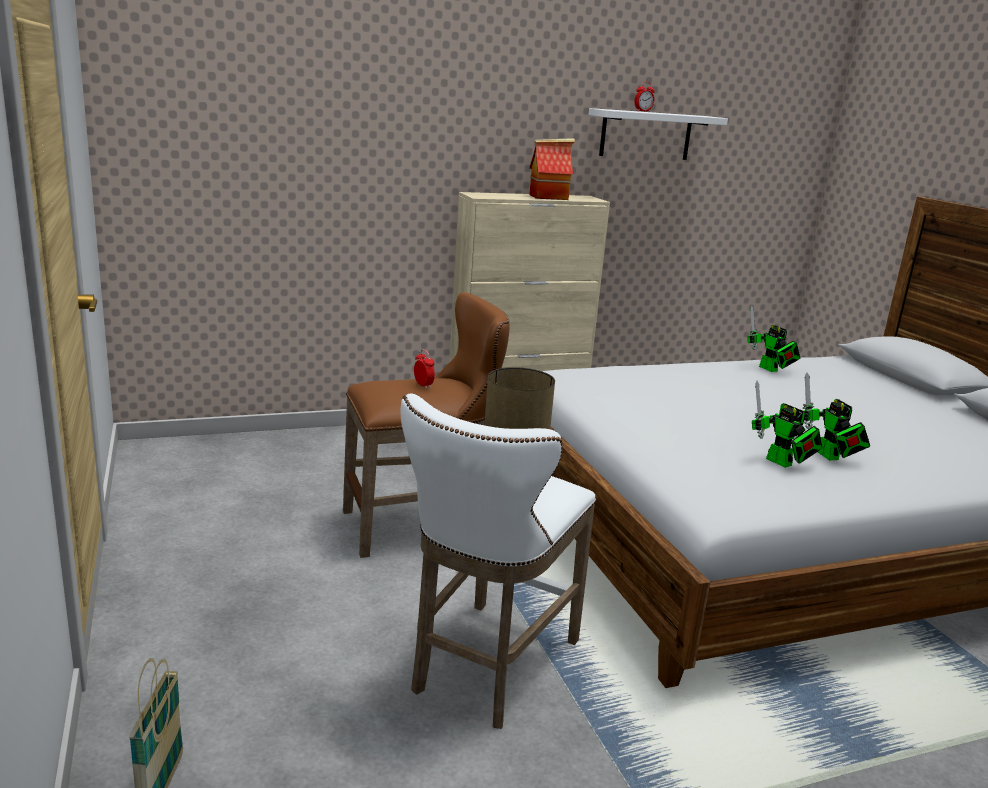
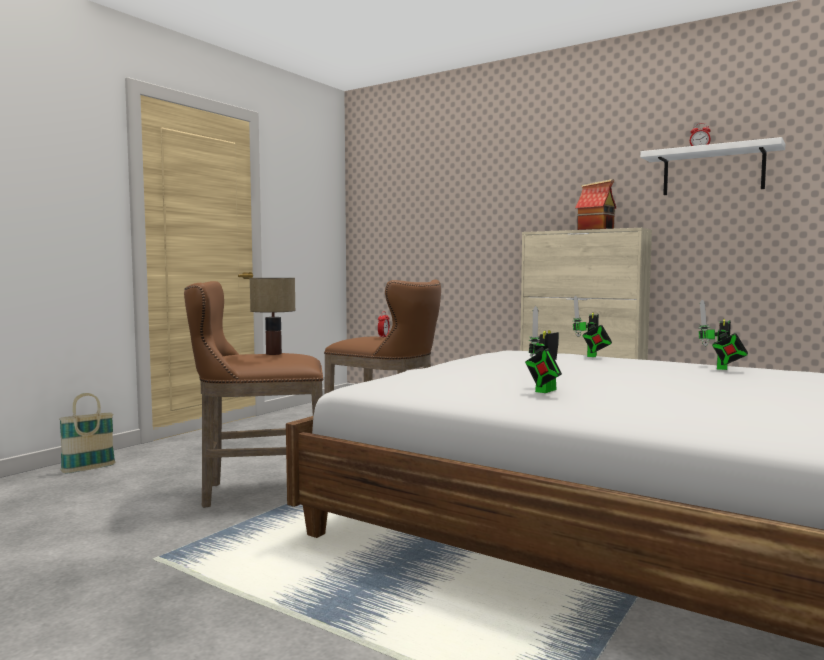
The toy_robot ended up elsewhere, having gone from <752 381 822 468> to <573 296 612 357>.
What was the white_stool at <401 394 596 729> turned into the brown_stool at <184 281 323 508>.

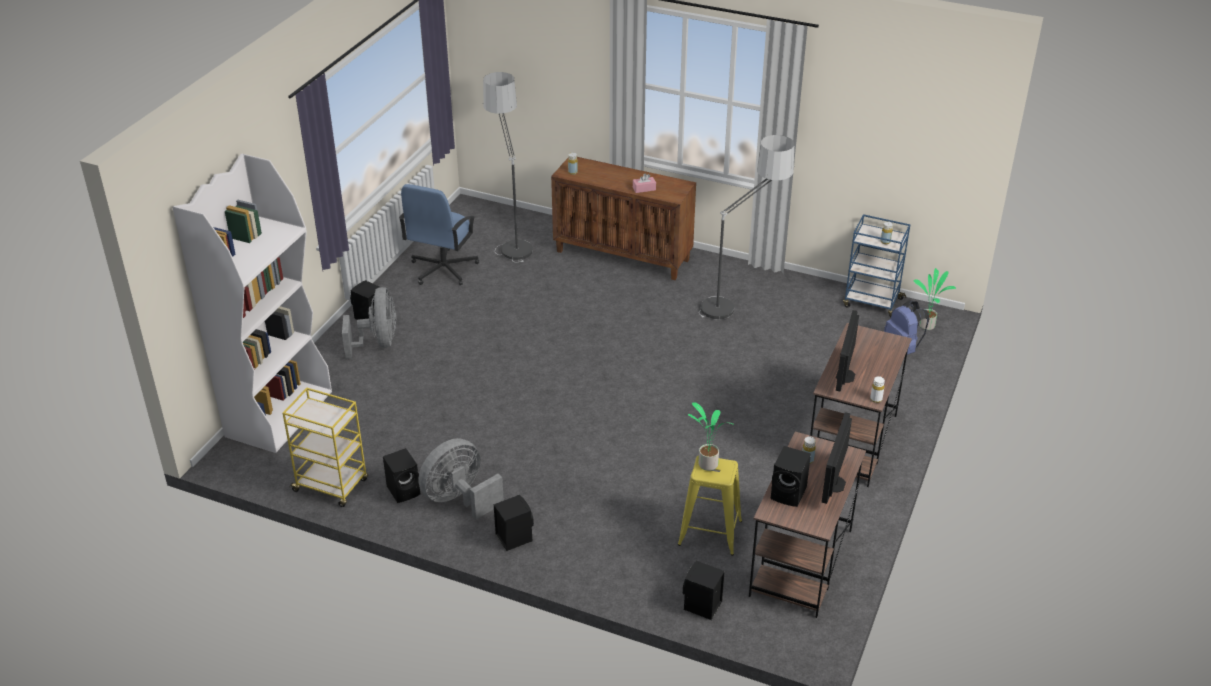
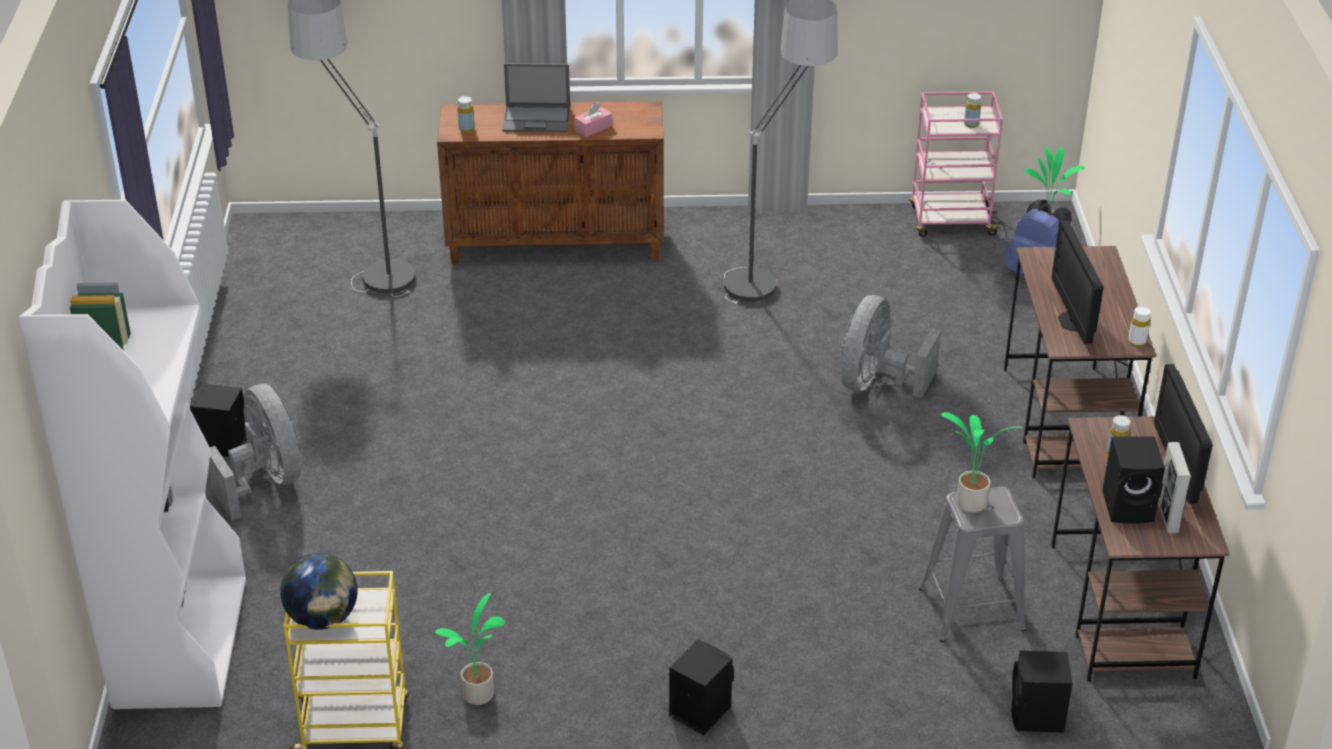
The second view lost the blue_office_chair at <399 184 479 285>.
The second view gained the globe at <280 553 358 630>.
The second view gained the laptop at <502 63 570 132>.
The second view gained the picture_frame at <1158 442 1191 533>.
The grey_fan ended up elsewhere, having gone from <418 438 504 519> to <840 295 941 398>.
Where the black_speaker stood at <383 448 420 503>, the potted_plant came to stand at <435 593 505 705>.
What was the yellow_stool at <678 455 742 556> turned into the grey_stool at <919 487 1026 642>.
What was the blue_cart at <843 214 910 317> turned into the pink_cart at <910 91 1003 237>.

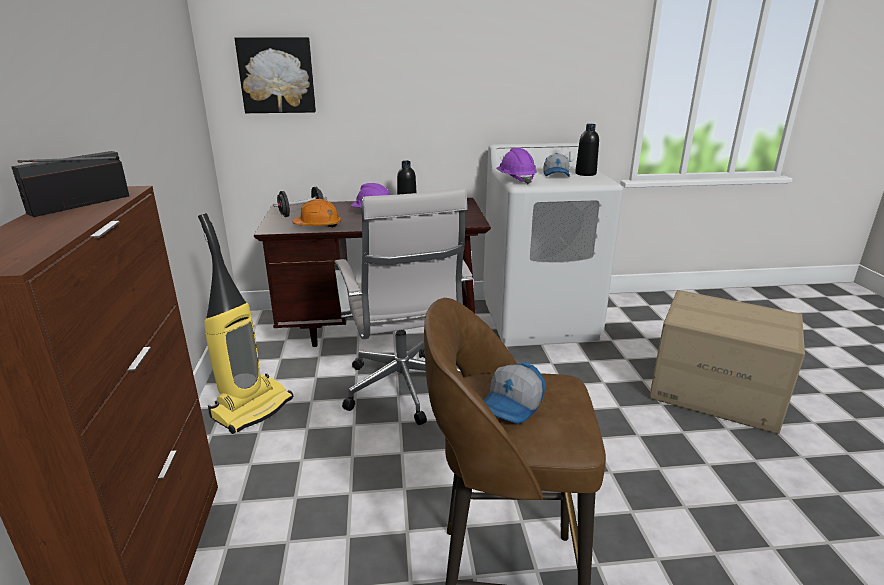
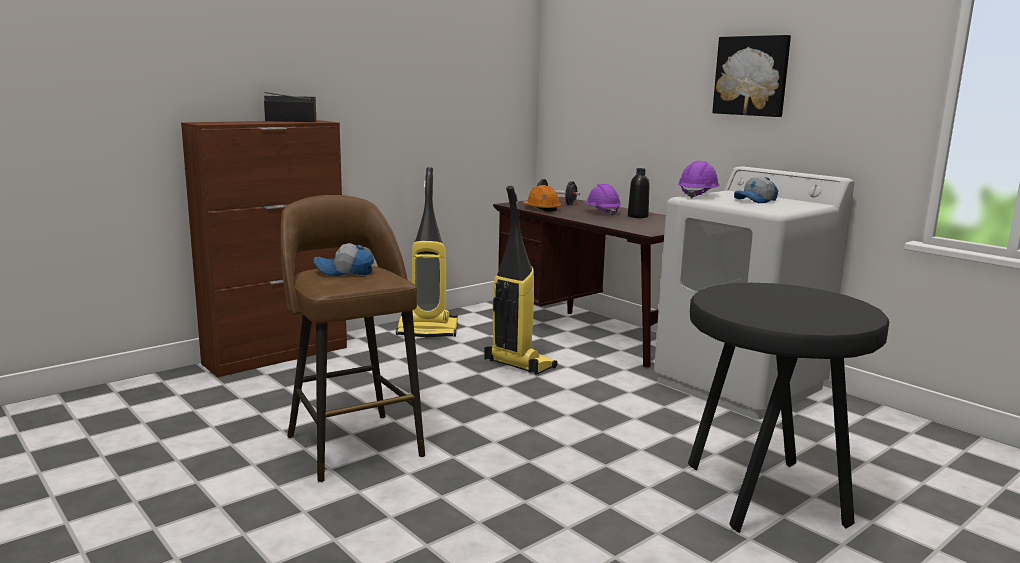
The second view lost the black_bottle at <575 124 599 176>.
The picture ended up elsewhere, having gone from <235 37 316 113> to <712 35 791 117>.
Where the white_office_chair stood at <335 188 473 425>, the vacuum_cleaner came to stand at <484 186 558 375>.
Where the cardboard_box stood at <649 290 805 434>, the black_stool came to stand at <688 283 889 533>.

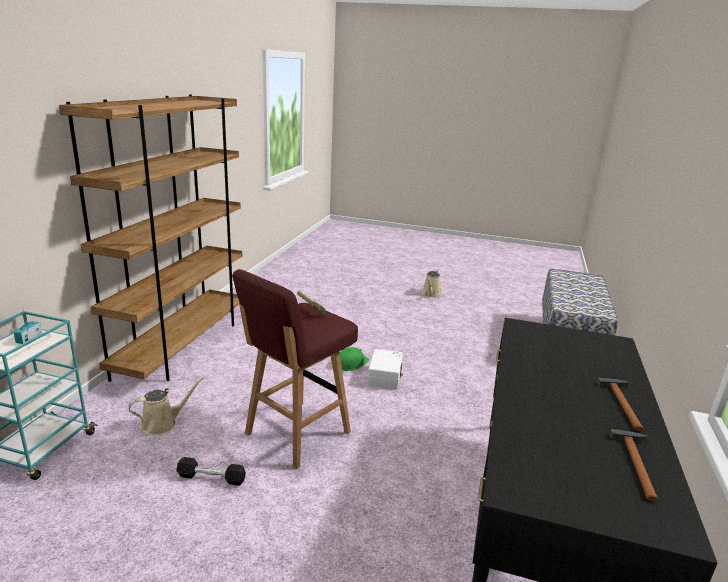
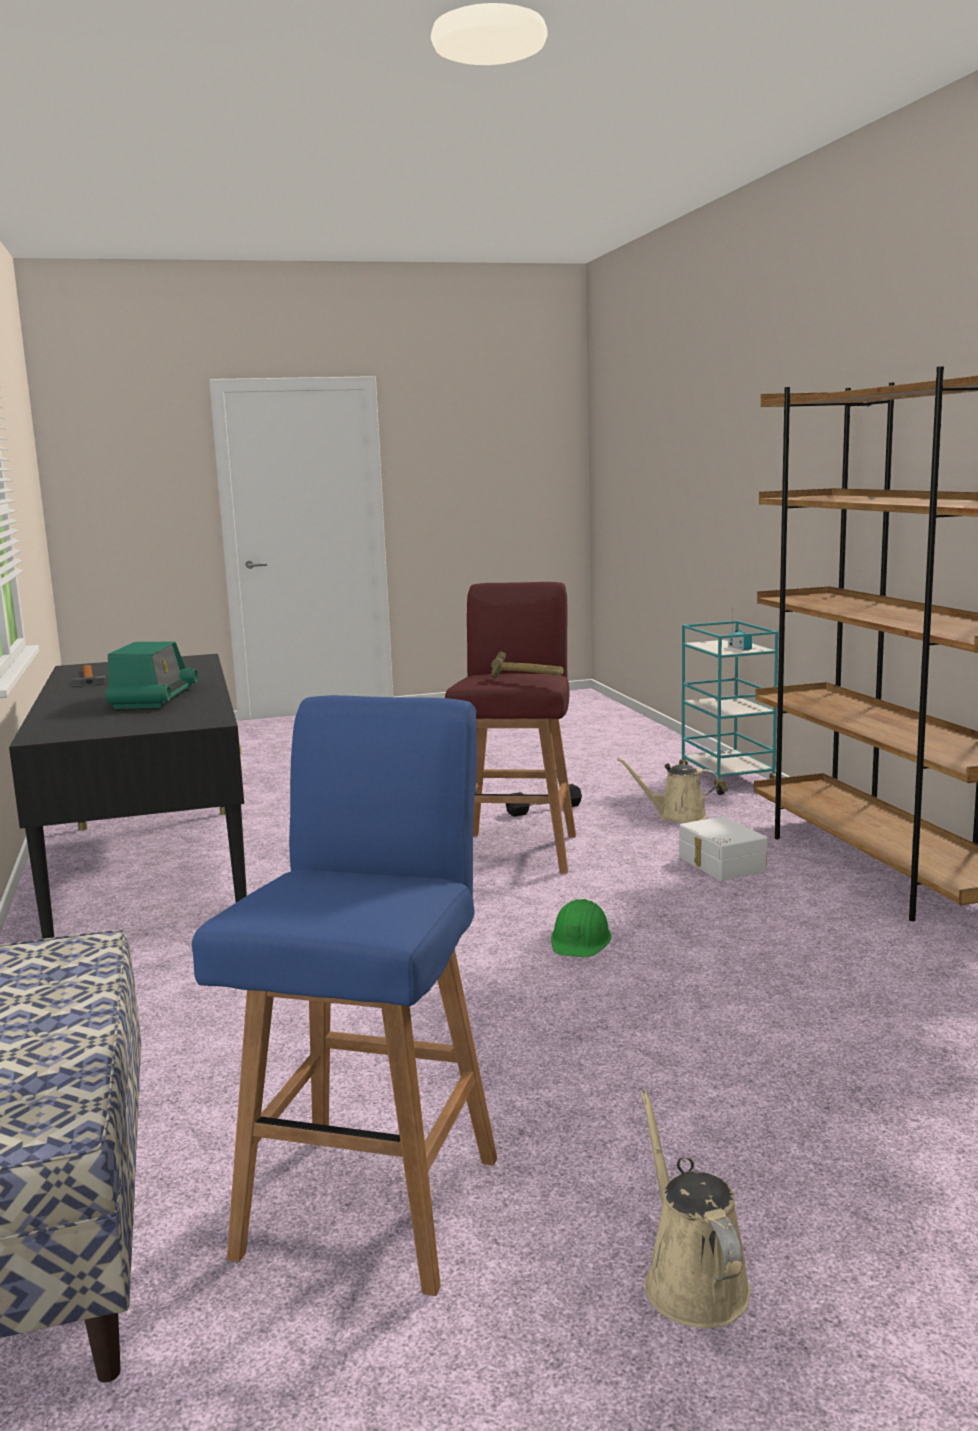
The second view lost the hammer at <598 378 644 431>.
The second view gained the radio at <106 641 198 709>.
The second view gained the blue_stool at <192 695 497 1296>.
The white_storage_box ended up elsewhere, having gone from <368 349 403 390> to <679 816 768 881>.
The beige_watering_can at <128 377 204 435> ended up facing another way, 75 degrees clockwise from before.

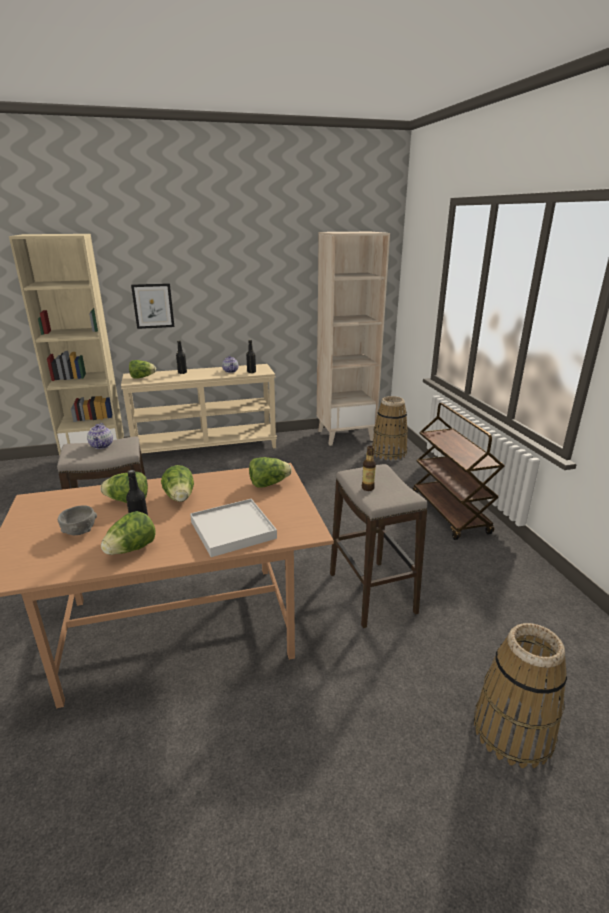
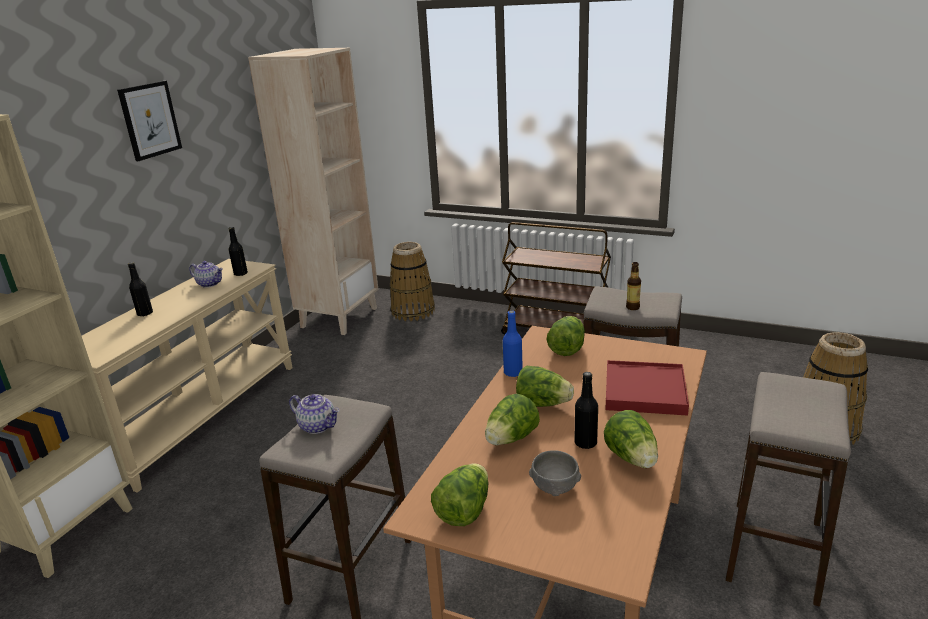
The second view gained the blue_bottle at <503 310 523 377>.
The second view gained the stool at <726 372 851 607>.
The lettuce ended up elsewhere, having gone from <129 360 156 379> to <431 463 489 526>.
The picture ended up elsewhere, having gone from <131 283 175 329> to <117 81 182 161>.
What was the white_tray at <190 499 277 557> turned into the red_tray at <605 360 689 416>.

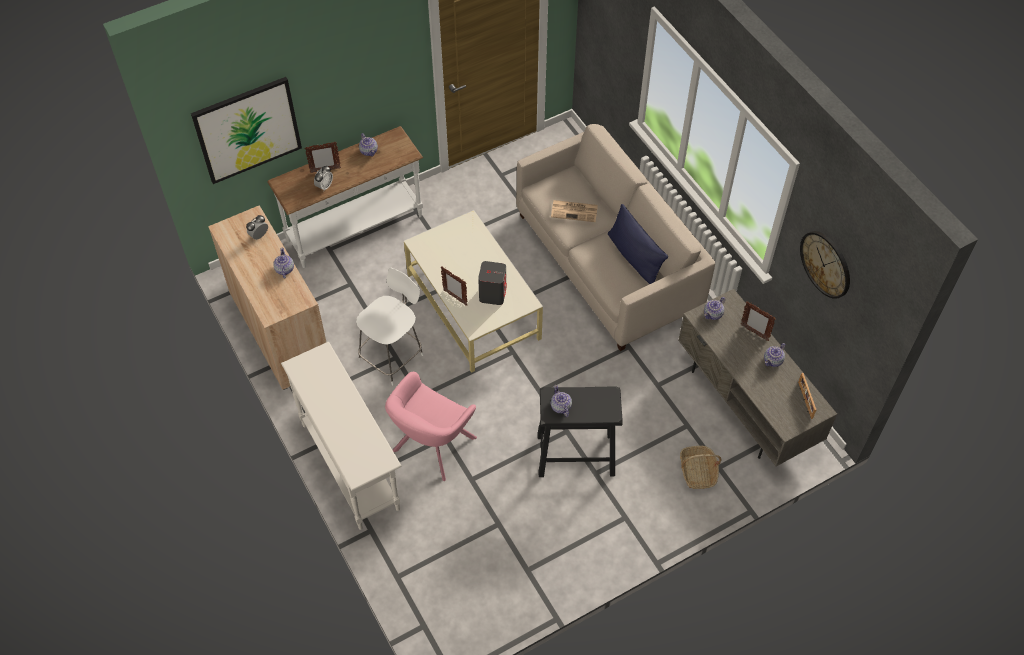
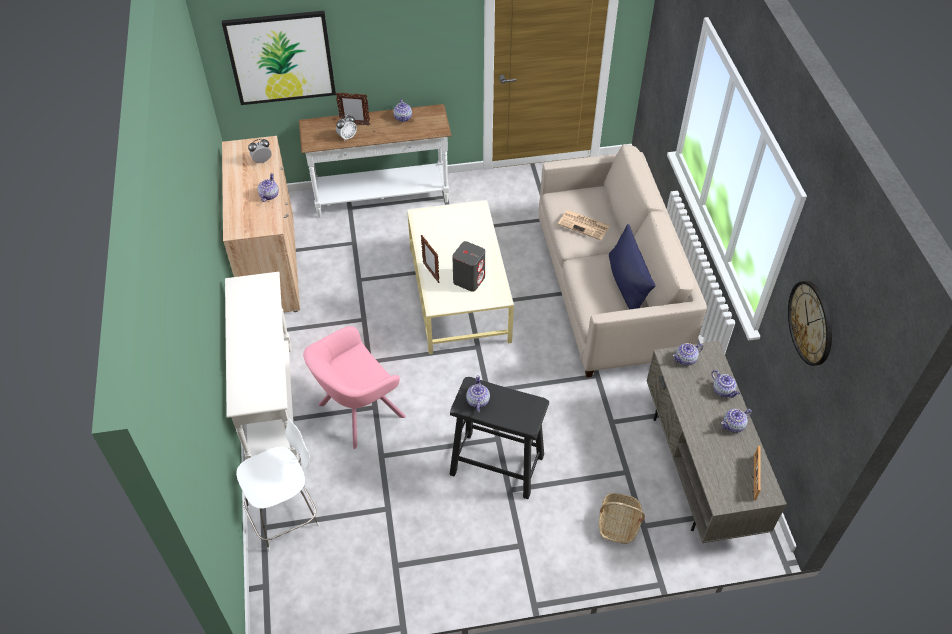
The white_stool ended up elsewhere, having gone from <356 268 424 386> to <236 418 319 551>.
Where the picture_frame stood at <741 301 776 341>, the teapot came to stand at <712 370 740 398>.

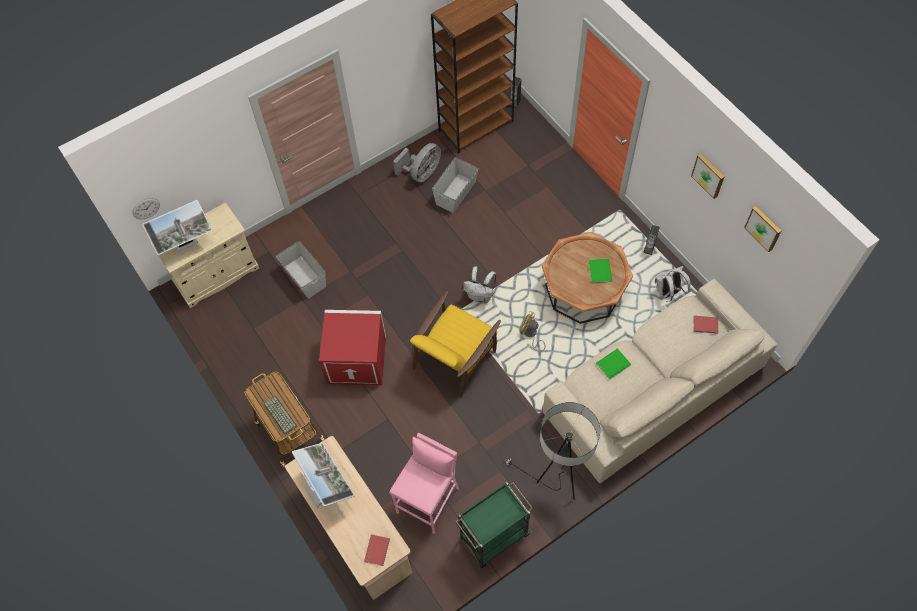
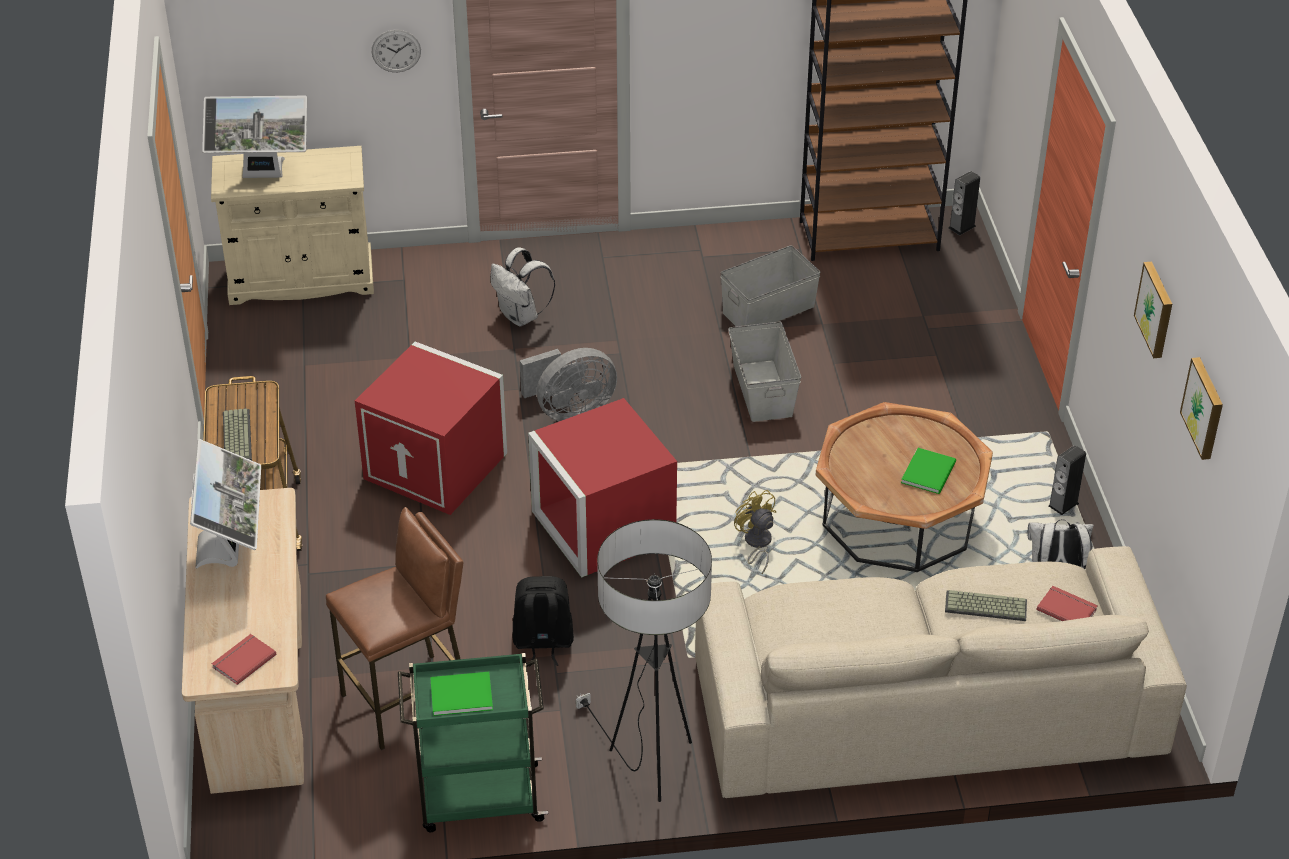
The second view gained the black_backpack at <512 576 574 667>.
The second view gained the keyboard at <945 590 1027 621>.
The wall_clock ended up elsewhere, having gone from <132 198 160 219> to <372 30 421 72>.
The grey_storage_box ended up elsewhere, having gone from <276 241 326 298> to <729 322 801 422>.
The grey_fan ended up elsewhere, having gone from <393 143 441 182> to <520 348 617 421>.
The white_backpack ended up elsewhere, having gone from <463 266 497 304> to <490 247 555 326>.
The green_book ended up elsewhere, having gone from <596 348 631 380> to <430 672 493 716>.
Where the yellow_armchair stood at <410 291 501 398>, the red_storage_box came to stand at <528 398 677 578>.
What was the pink_stool at <389 433 459 534> turned into the brown_stool at <326 507 463 750>.

